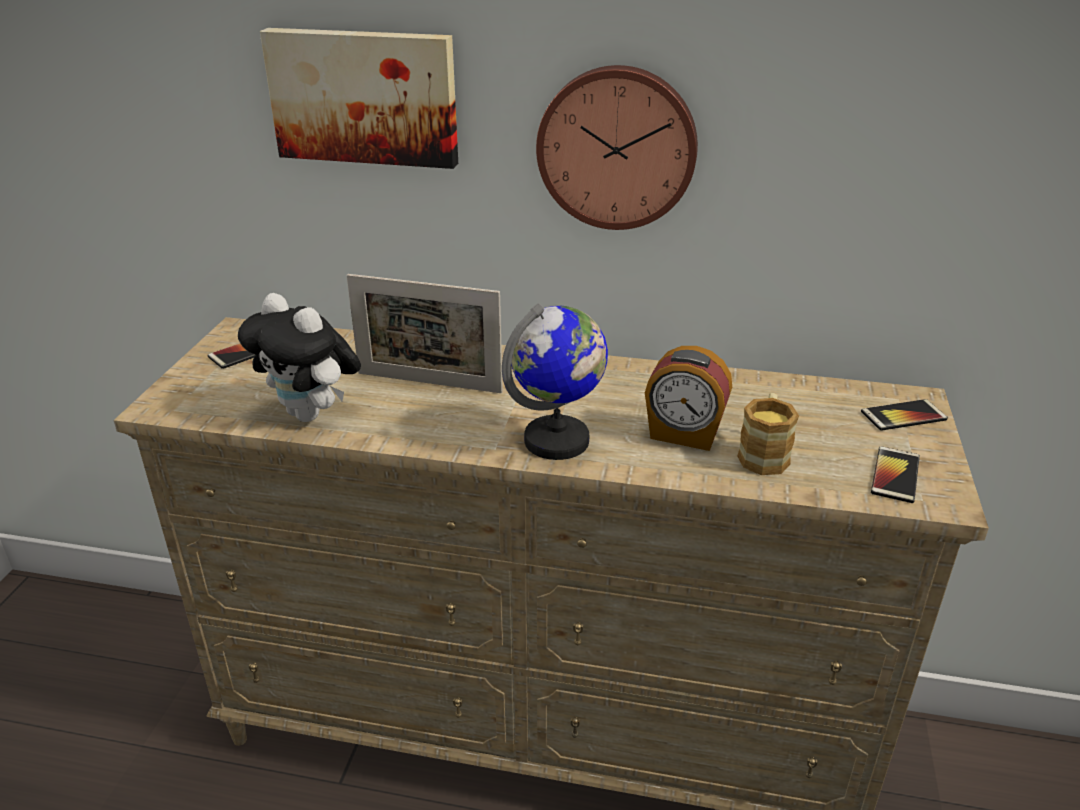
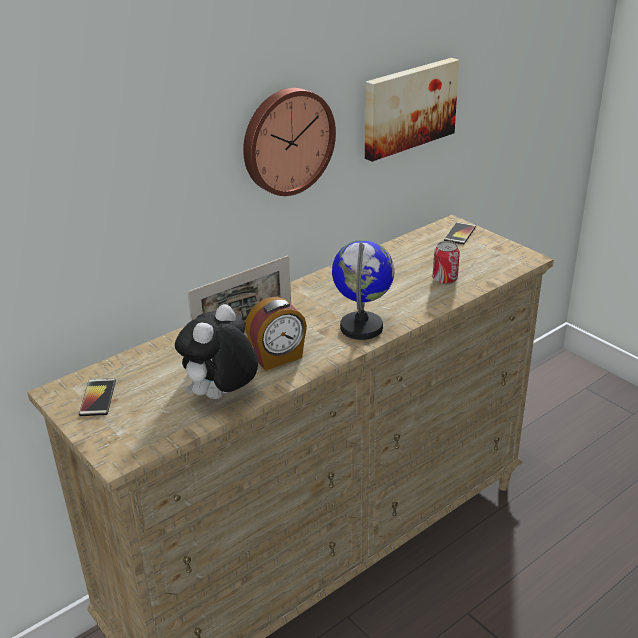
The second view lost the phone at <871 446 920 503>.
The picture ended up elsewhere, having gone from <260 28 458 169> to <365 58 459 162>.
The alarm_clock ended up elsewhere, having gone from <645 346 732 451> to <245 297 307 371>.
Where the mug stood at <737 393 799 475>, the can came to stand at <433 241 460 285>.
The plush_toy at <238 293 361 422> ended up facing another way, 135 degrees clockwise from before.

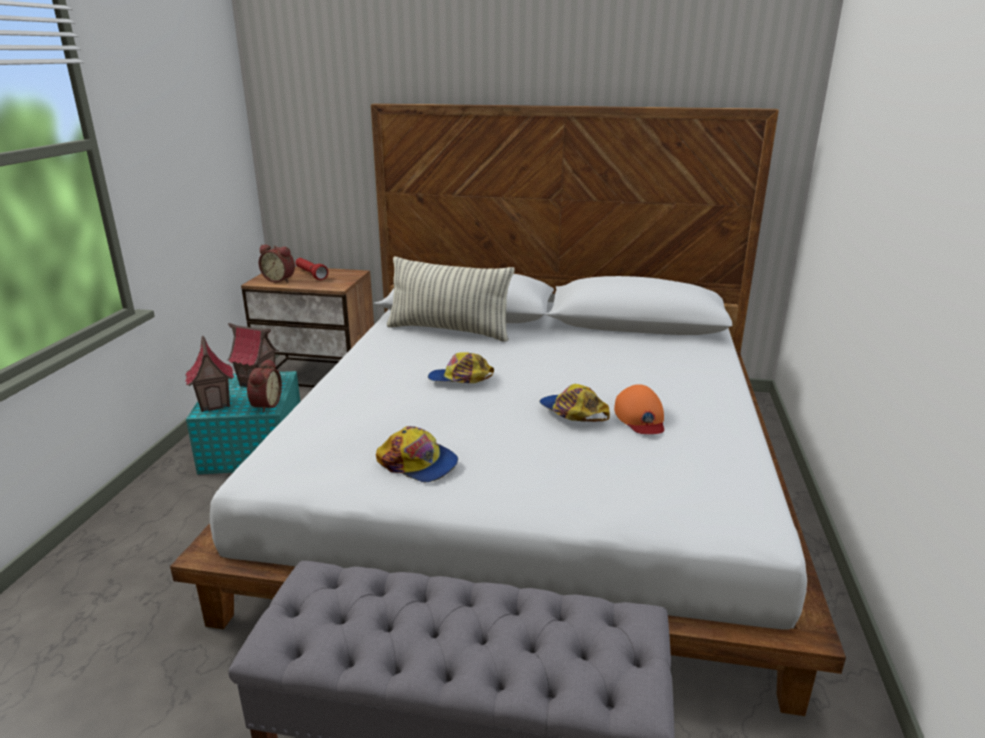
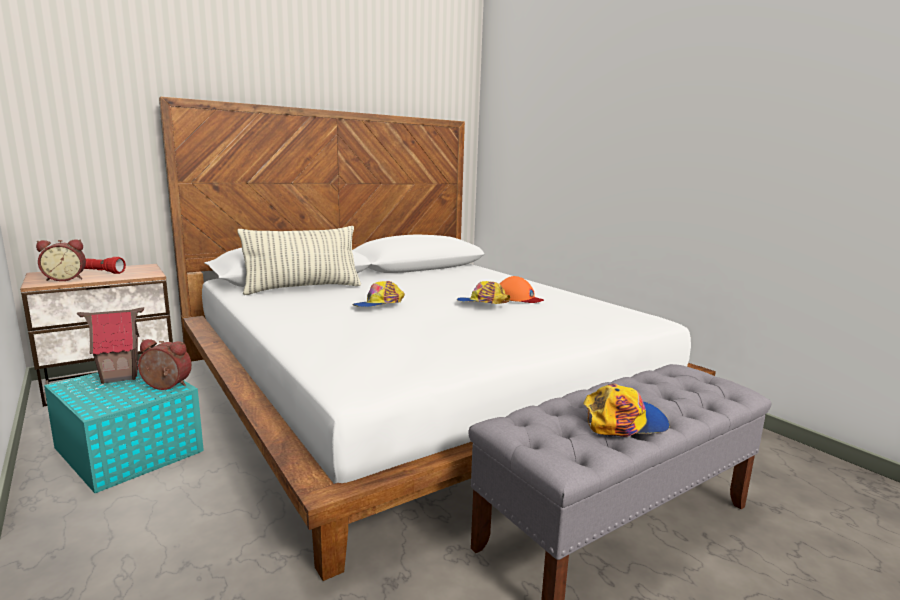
The second view lost the toy_house at <185 335 234 412>.
The cap ended up elsewhere, having gone from <376 426 458 482> to <583 383 669 437>.
The alarm_clock at <247 359 282 413> ended up facing another way, 45 degrees counterclockwise from before.

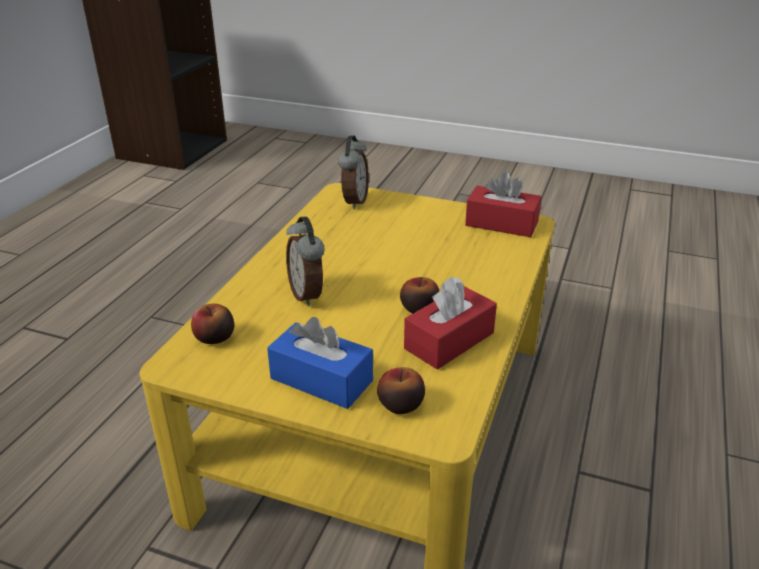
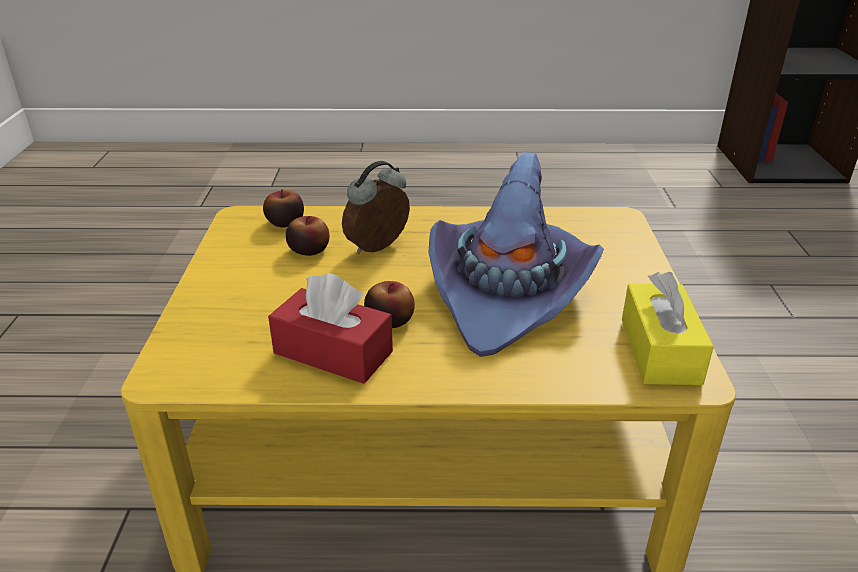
The second view lost the blue_tissue_box at <267 317 373 409>.
The second view lost the alarm_clock at <338 136 369 209>.
The second view gained the purple_hat at <428 152 604 357>.
The apple ended up elsewhere, having gone from <377 367 425 414> to <286 216 330 256>.
What was the red_tissue_box at <465 172 541 237> turned into the yellow_tissue_box at <622 272 714 385>.

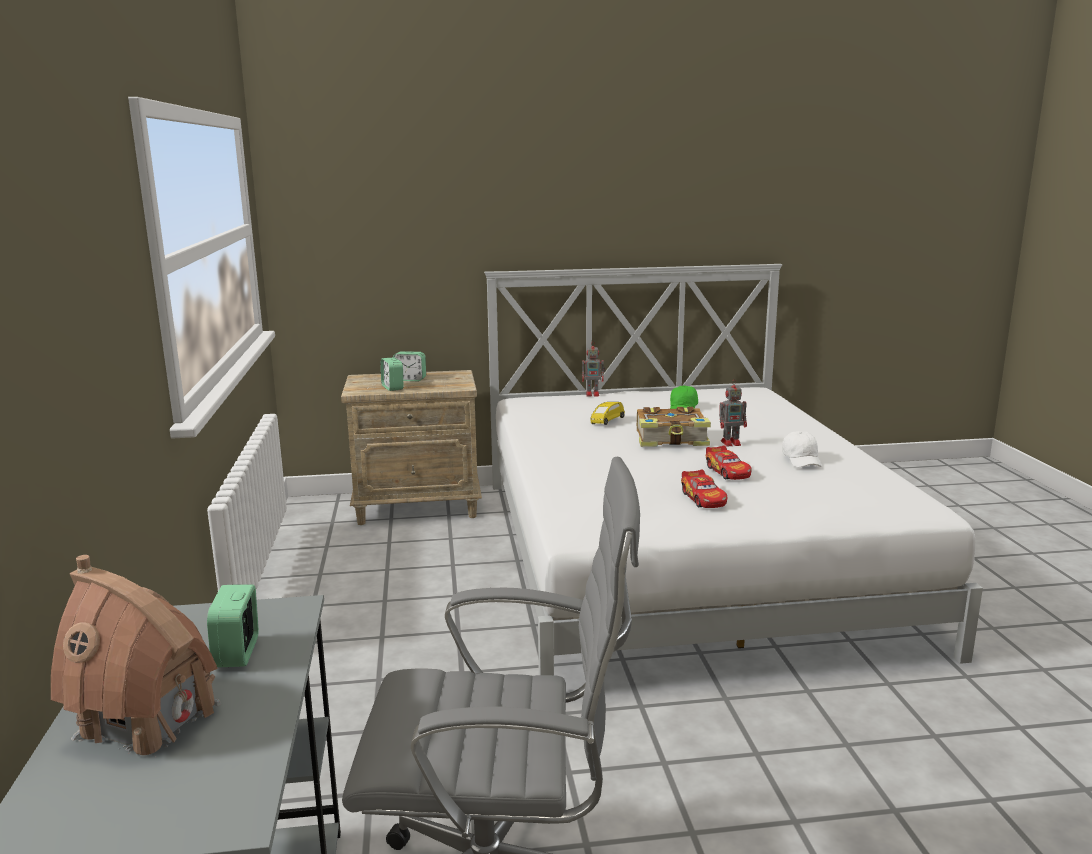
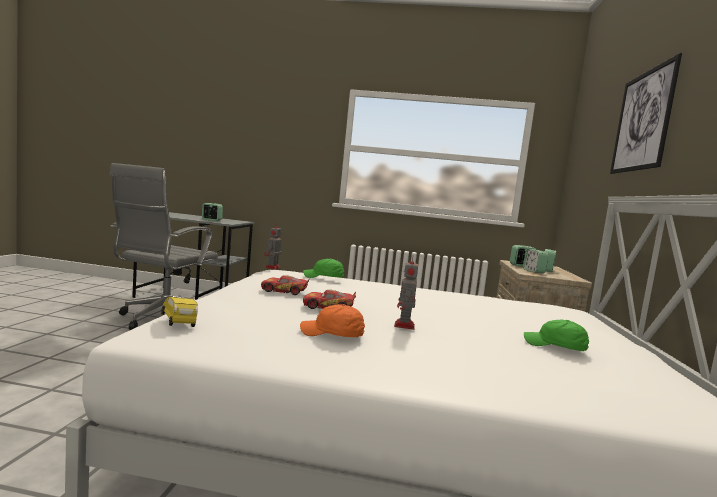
The second view lost the toy_house at <51 555 221 757>.
The second view lost the book at <637 407 711 447>.
The second view gained the green_cap at <303 258 344 278>.
The second view gained the alarm_clock at <523 249 549 273>.
The second view gained the picture at <610 53 682 174>.
The toy_robot ended up elsewhere, having gone from <582 343 605 396> to <264 227 282 270>.
The yellow_toy_car ended up elsewhere, having gone from <591 402 625 425> to <161 297 198 327>.
What was the white_cap at <782 431 822 468> turned into the orange_cap at <300 304 365 337>.

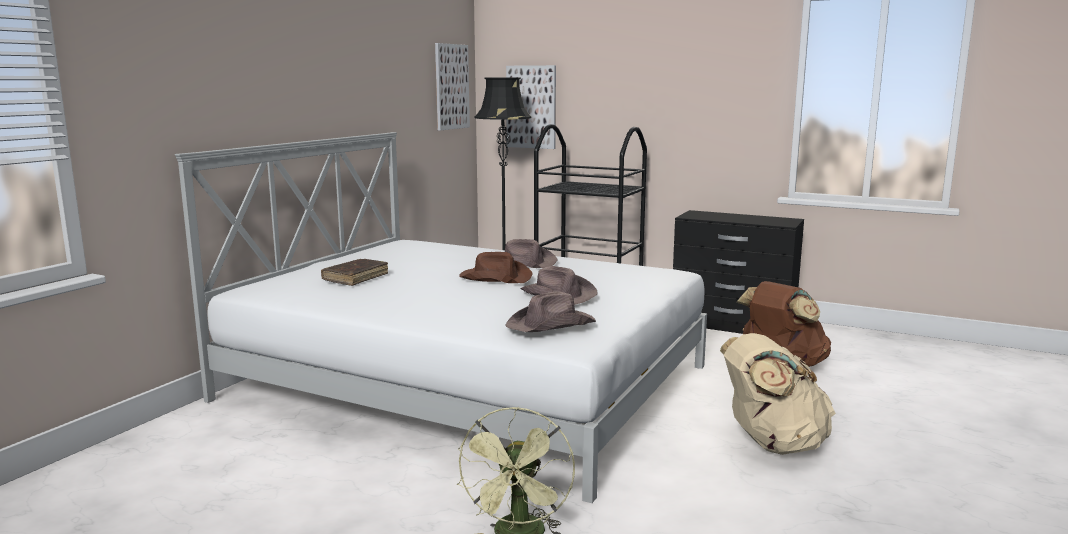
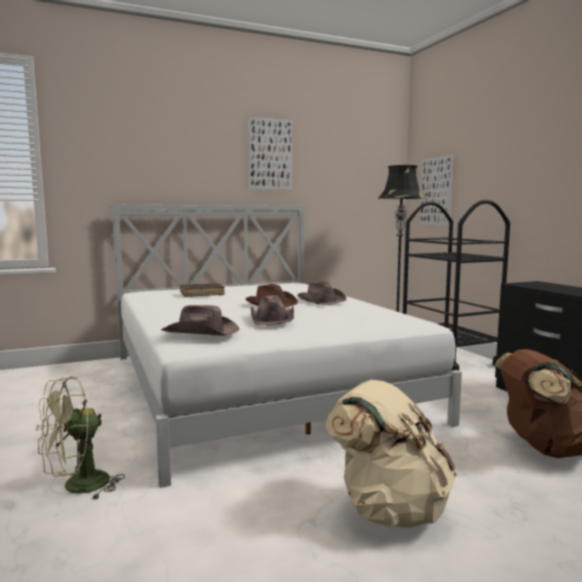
The picture ended up elsewhere, having gone from <435 43 470 130> to <248 117 293 190>.

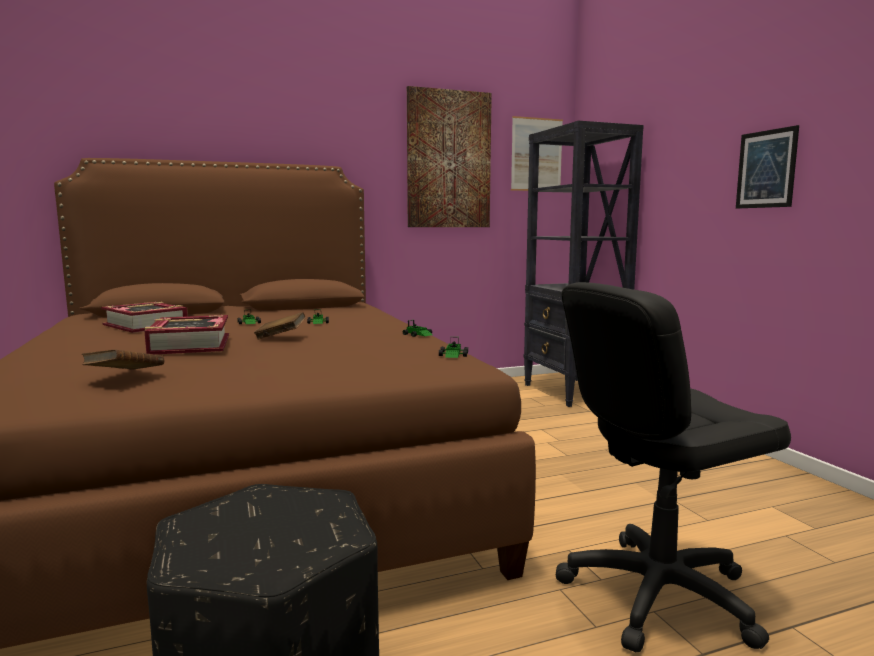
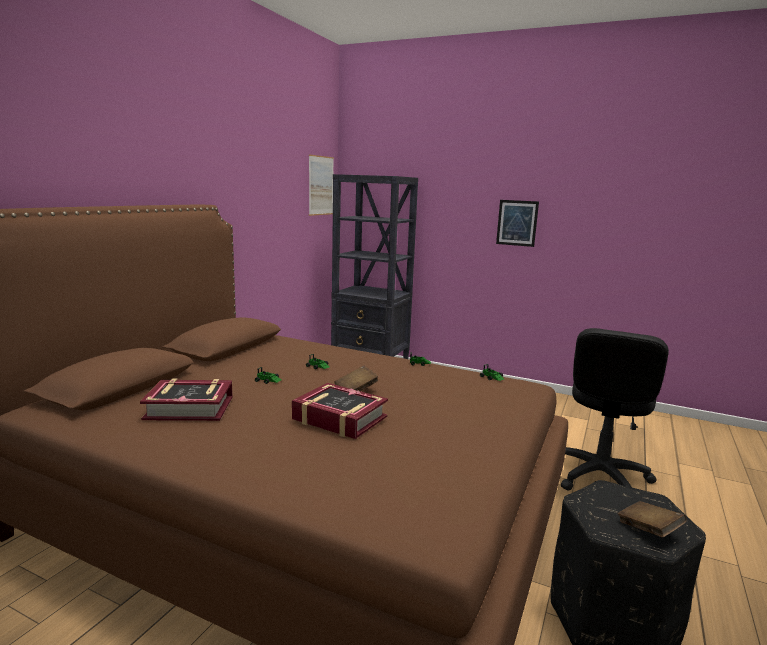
The second view lost the picture at <407 86 492 227>.
The brown_book ended up elsewhere, having gone from <82 350 164 369> to <618 501 687 538>.

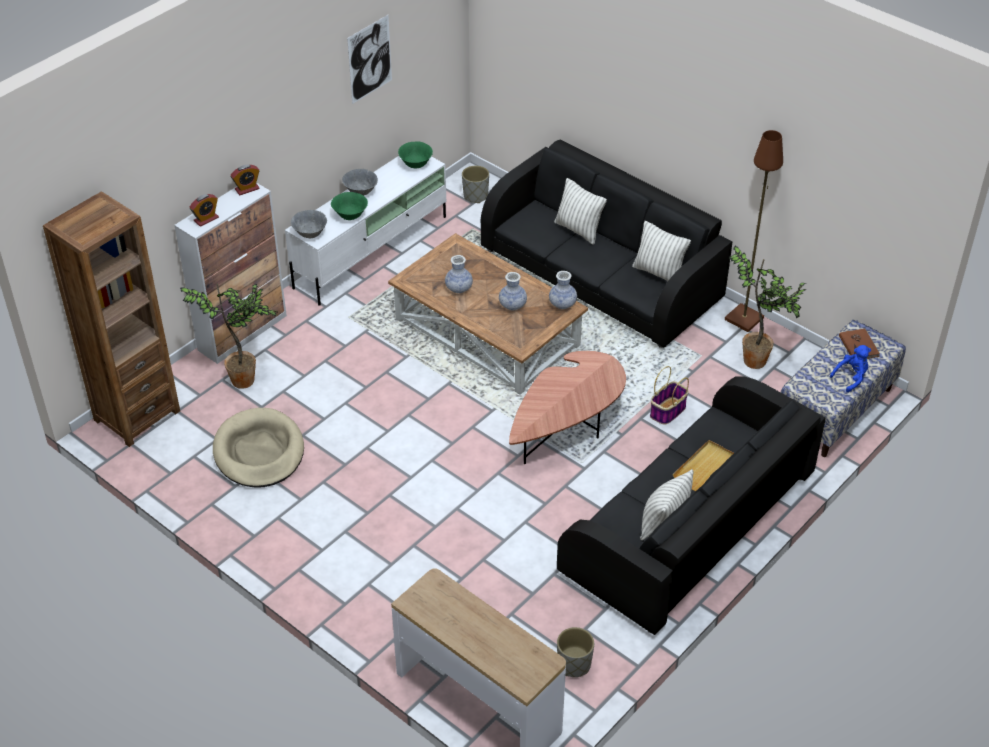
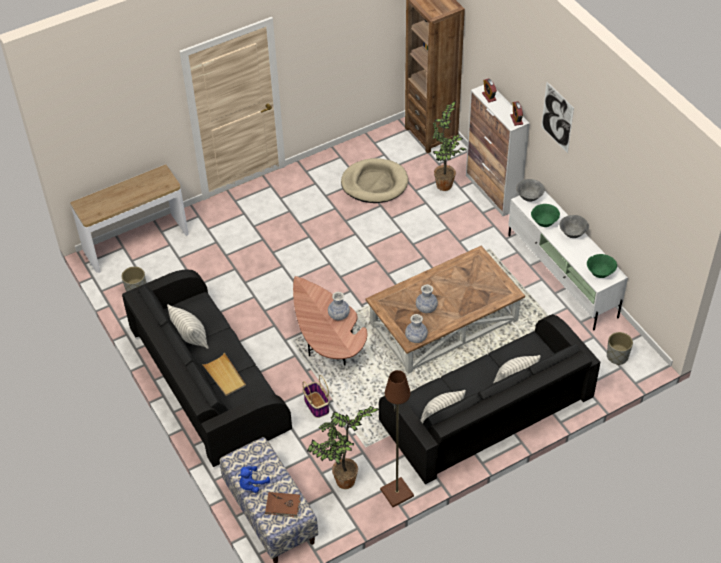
The picture ended up elsewhere, having gone from <347 15 392 104> to <541 81 574 153>.
The vase ended up elsewhere, having gone from <445 255 473 293> to <328 292 350 320>.
The blue_plush_toy at <830 345 871 393> ended up facing another way, 60 degrees clockwise from before.

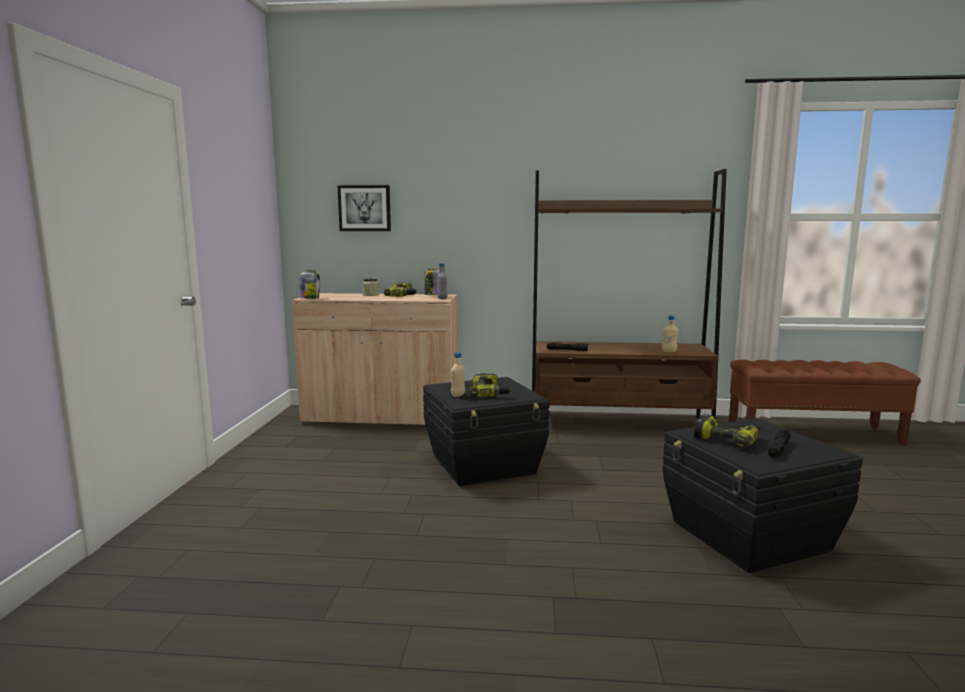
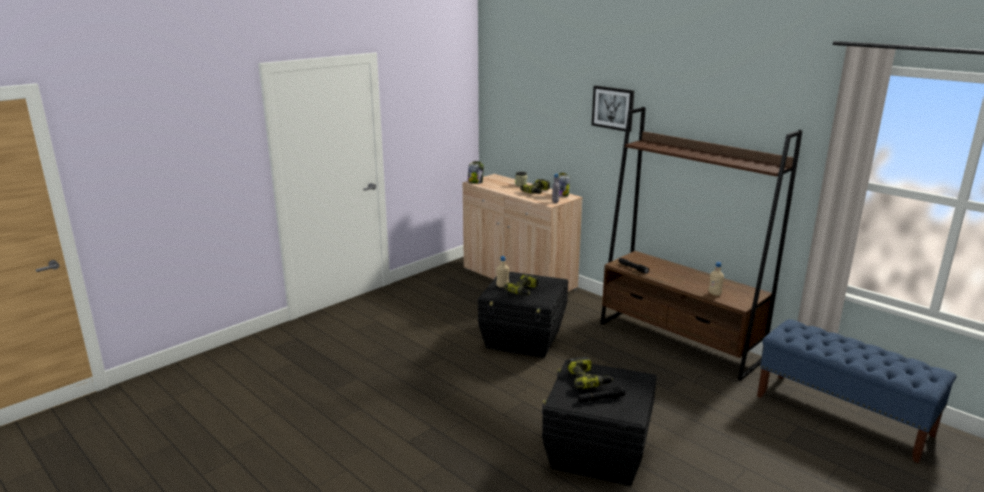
The picture ended up elsewhere, having gone from <337 185 391 231> to <592 86 634 132>.
What was the brown_bench at <729 360 921 446> turned into the blue_bench at <757 319 956 463>.

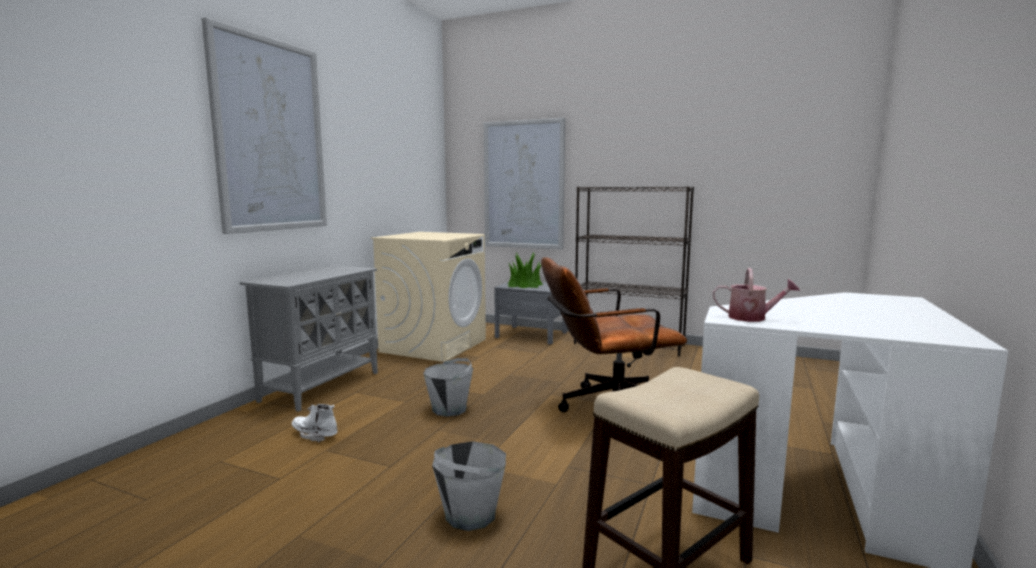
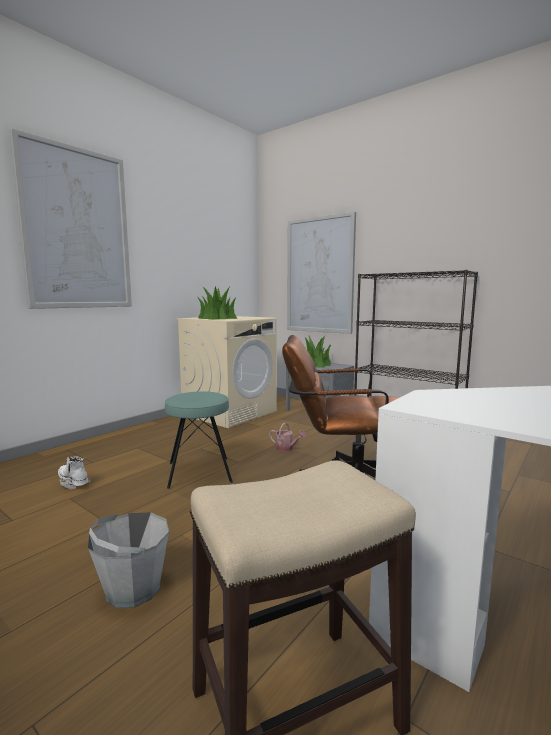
The second view lost the grey_cabinet at <240 265 378 412>.
The second view gained the potted_plant at <198 286 237 320>.
The watering_can ended up elsewhere, having gone from <713 268 800 322> to <269 423 306 451>.
Where the grey_bucket stood at <423 358 473 417>, the turquoise_stool came to stand at <165 391 233 489>.

